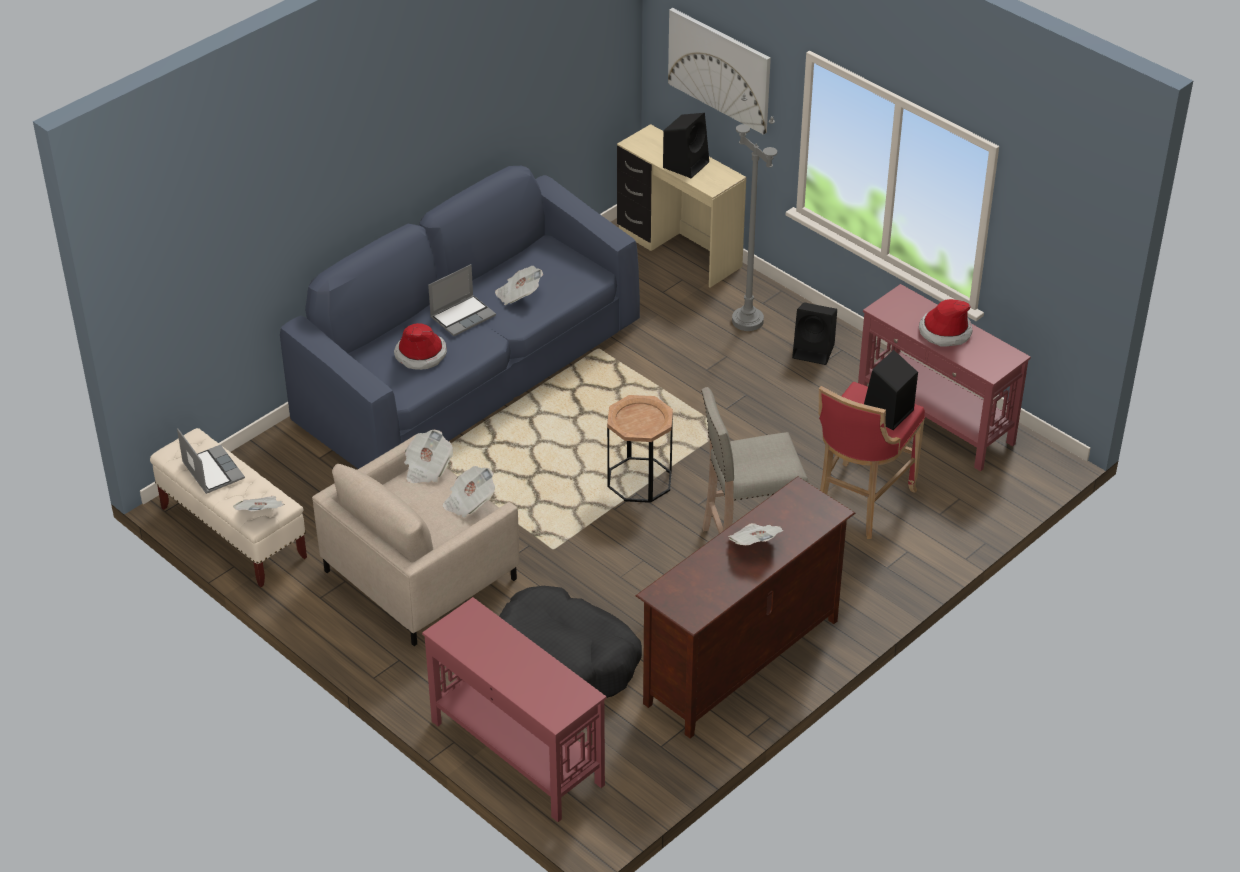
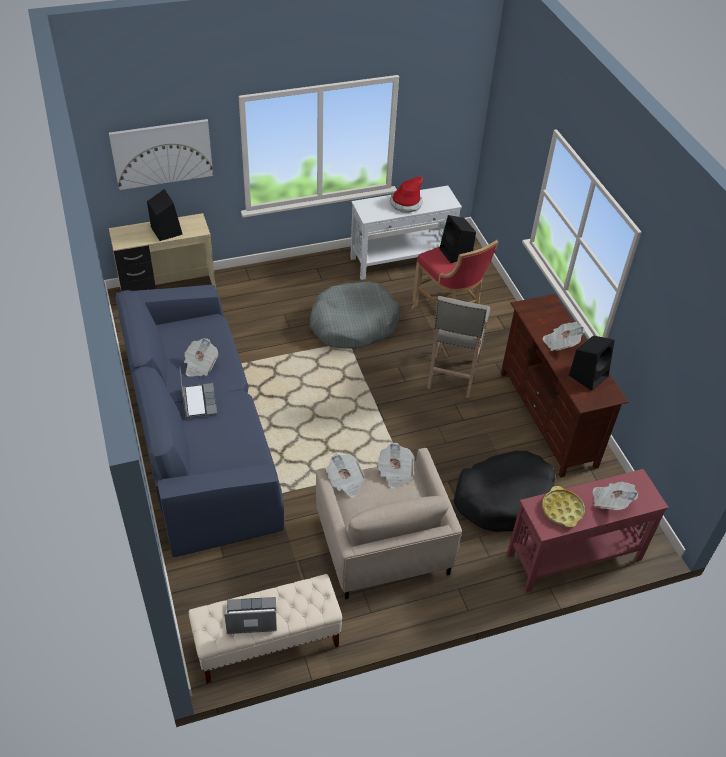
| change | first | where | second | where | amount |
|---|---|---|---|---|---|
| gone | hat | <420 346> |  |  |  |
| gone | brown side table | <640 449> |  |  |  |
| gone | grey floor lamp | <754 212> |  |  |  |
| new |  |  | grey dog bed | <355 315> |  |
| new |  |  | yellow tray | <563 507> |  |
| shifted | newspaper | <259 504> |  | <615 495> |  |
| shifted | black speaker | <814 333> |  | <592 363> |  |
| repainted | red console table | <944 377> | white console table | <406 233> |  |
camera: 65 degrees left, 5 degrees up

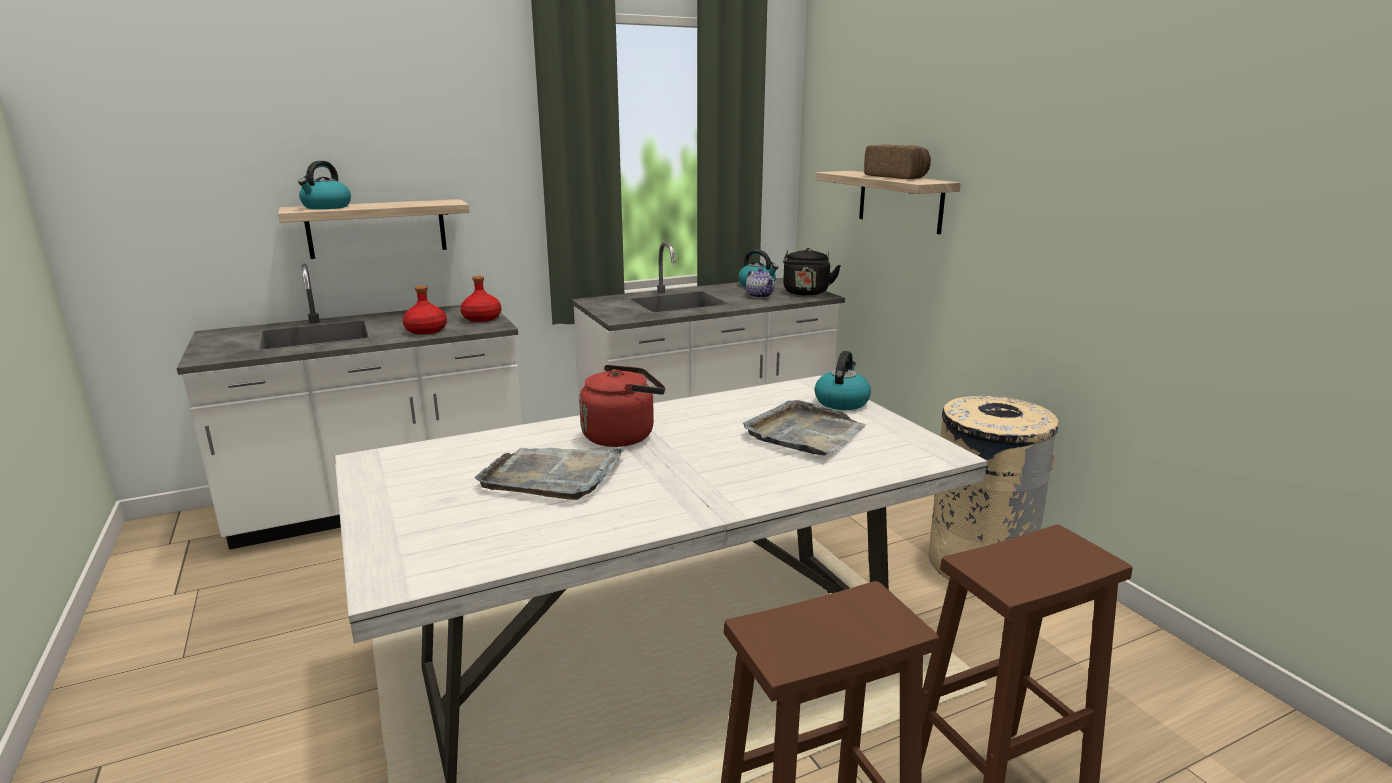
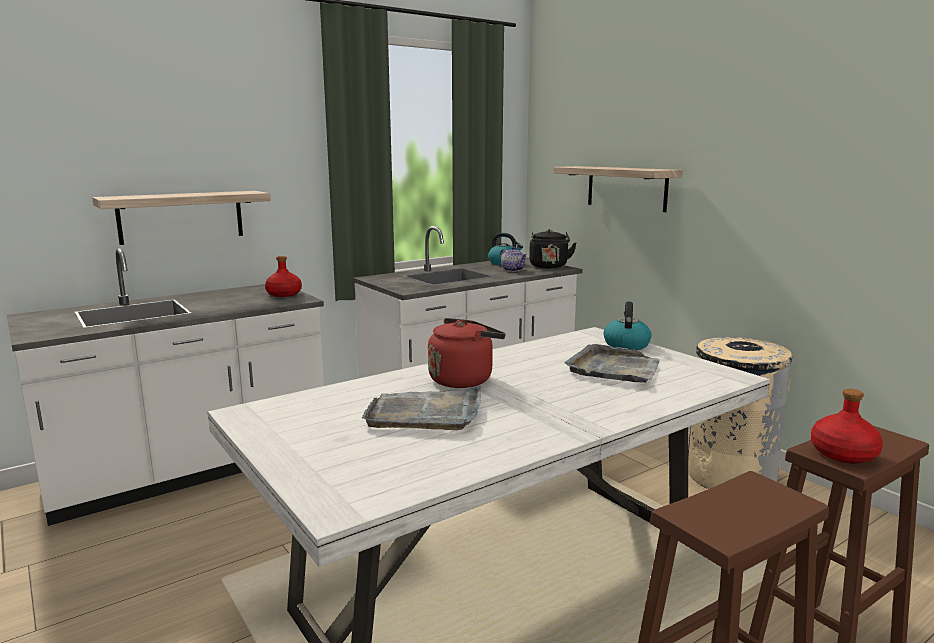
| change | first | where | second | where | amount |
|---|---|---|---|---|---|
| gone | kettle | <324 185> |  |  |  |
| gone | bread | <897 162> |  |  |  |
| shifted | red bottle | <425 310> |  | <847 426> |  |
camera: 10 degrees left, 5 degrees down

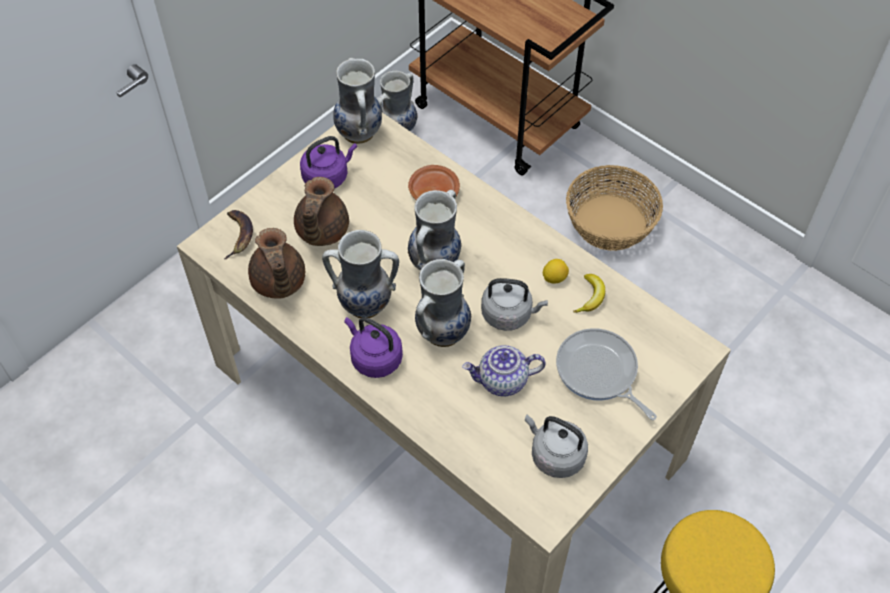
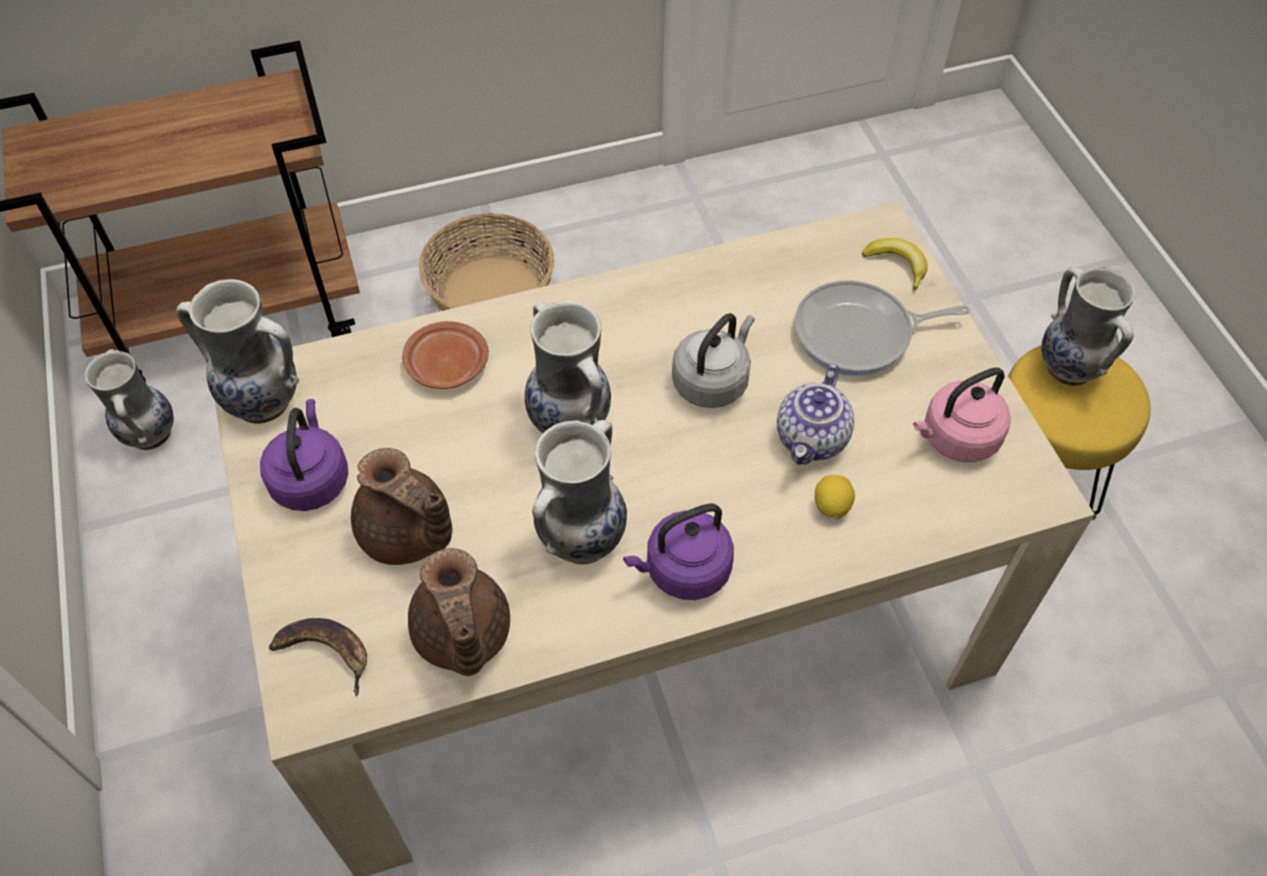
| change | first | where | second | where | amount |
|---|---|---|---|---|---|
| shifted | vase | <443 303> |  | <1088 326> |  |
| shifted | lemon | <556 271> |  | <835 497> |  |
| shifted | banana | <589 293> |  | <895 264> |  |
| repainted | grey kettle | <556 446> | pink kettle | <962 414> |  |
| rotated | brown teapot | <276 263> |  | <459 612> | 60 degrees clockwise |
camera: 60 degrees left, 0 degrees up

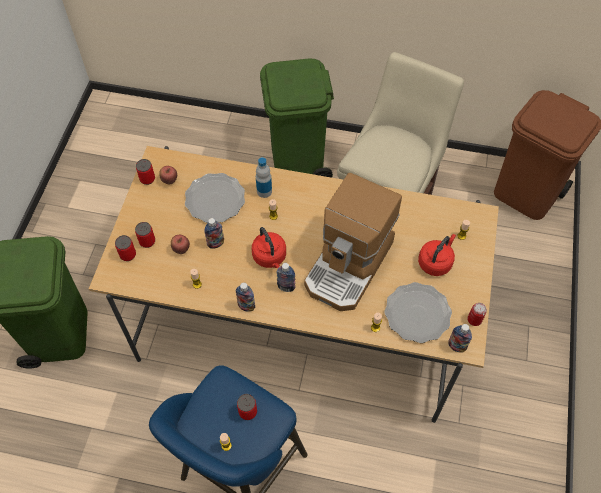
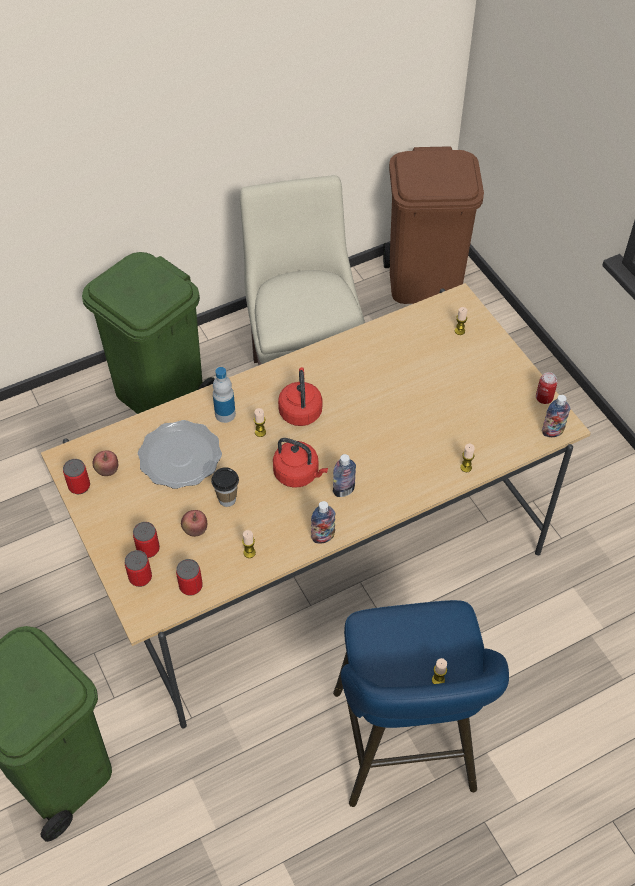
| change | first | where | second | where | amount |
|---|---|---|---|---|---|
| gone | coffee machine | <353 242> |  |  |  |
| gone | plate | <418 312> |  |  |  |
| shifted | can | <247 407> |  | <189 577> |  |
| shifted | red kettle | <437 255> |  | <300 396> |  |
| swapped | bottle | <214 233> | cup | <225 487> |  |
camera: 40 degrees left, 5 degrees down

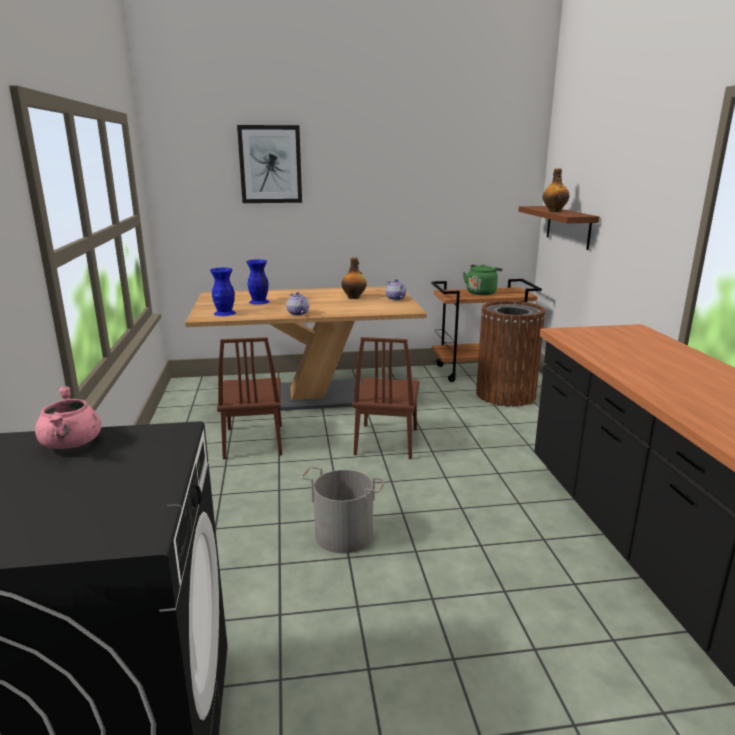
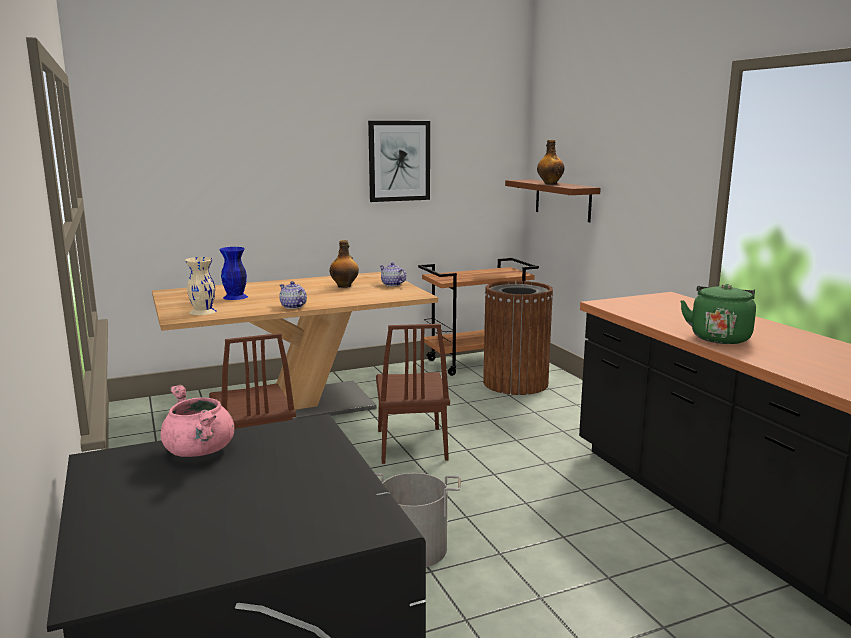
| change | first | where | second | where | amount |
|---|---|---|---|---|---|
| shifted | picture | <269 164> |  | <399 161> |  |
| shifted | green kettle | <483 279> |  | <718 314> |  |
| repainted | blue vase | <223 292> | beige vase | <201 286> |  |
camera: 15 degrees left, 5 degrees down

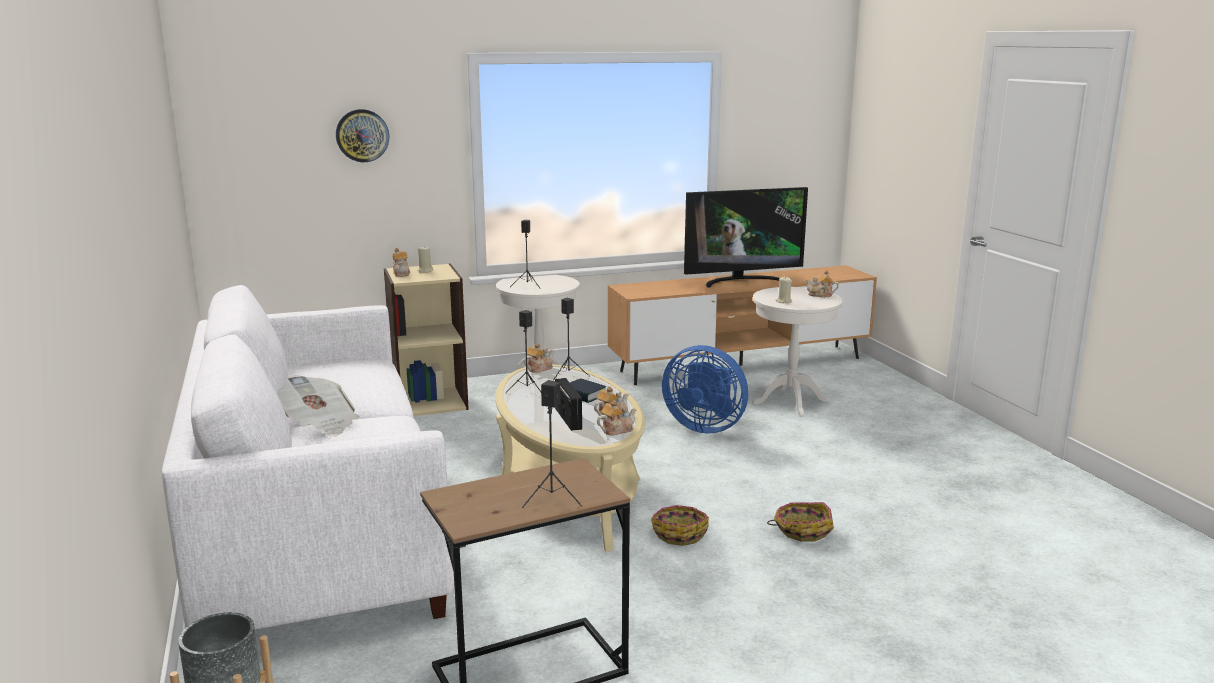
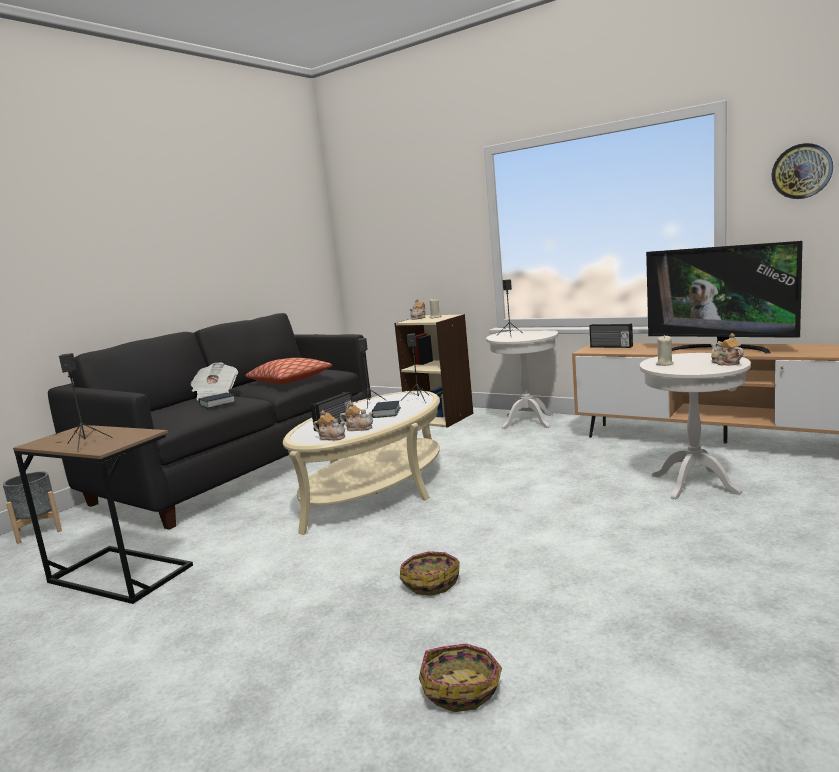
| change | first | where | second | where | amount |
|---|---|---|---|---|---|
| gone | teapot | <539 358> |  |  |  |
| gone | blue fan | <705 389> |  |  |  |
| new |  |  | book | <217 400> |  |
| new |  |  | pillow | <289 371> |  |
| new |  |  | radio | <611 336> |  |
| shifted | wall clock | <362 135> |  | <802 171> |  |
| shifted | basket | <680 525> |  | <460 678> |  |
| repainted | white sofa | <308 457> | black sofa | <209 421> |  |
camera: 55 degrees right, 5 degrees down

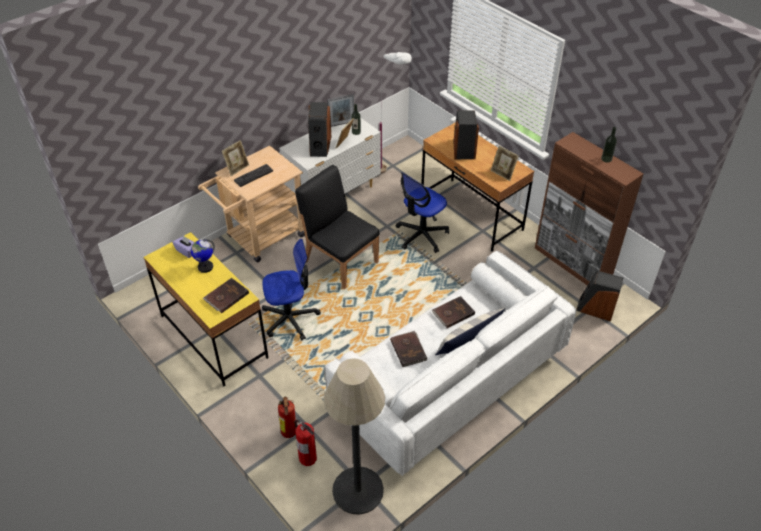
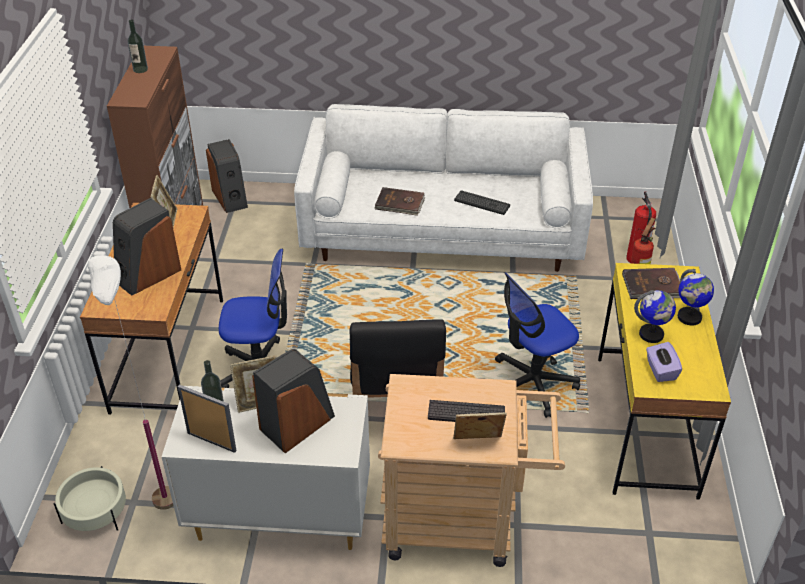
| change | first | where | second | where | amount |
|---|---|---|---|---|---|
| gone | floor lamp | <354 436> |  |  |  |
| gone | pillow | <470 331> |  |  |  |
| new |  |  | beige planter | <90 498> |  |
| new |  |  | globe | <696 297> |  |
| swapped | brown book | <408 349> | keyboard | <482 202> |  |
| rotated | office chair | <291 289> |  | <537 345> | 60 degrees counterclockwise |
camera: 135 degrees left, 5 degrees down

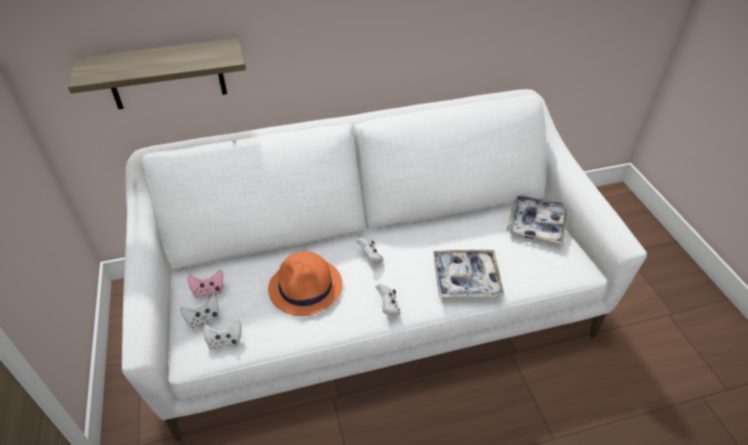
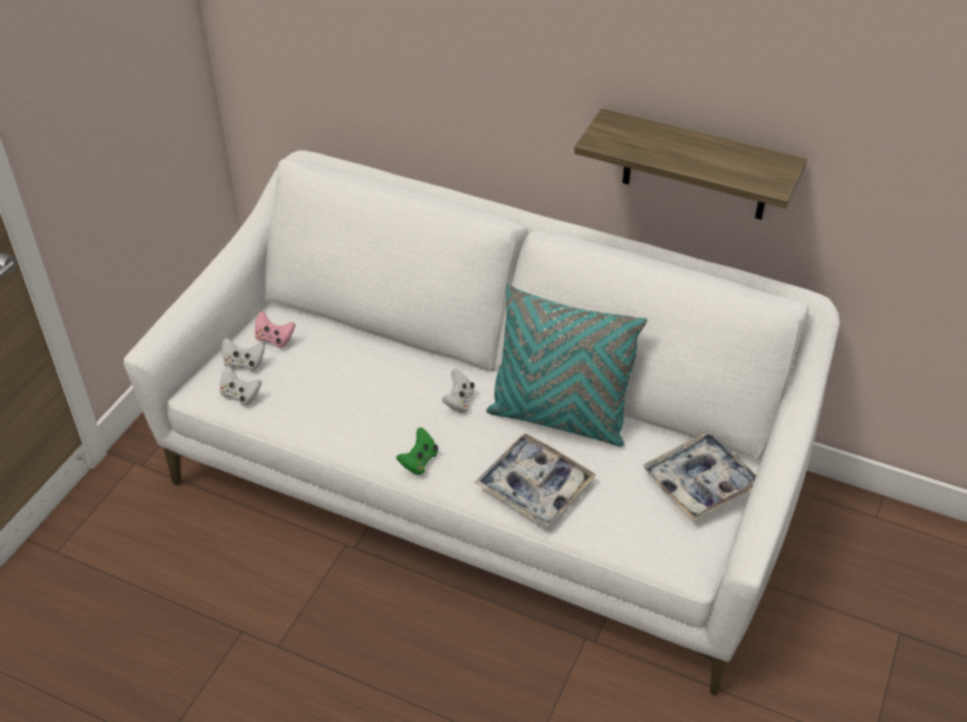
| change | first | where | second | where | amount |
|---|---|---|---|---|---|
| gone | orange hat | <305 283> |  |  |  |
| new |  |  | turquoise pillow | <566 365> |  |
| shifted | shelf | <157 73> |  | <690 164> |  |
| repainted | white game controller | <388 300> | green game controller | <417 451> |  |
camera: 40 degrees right, 0 degrees up

